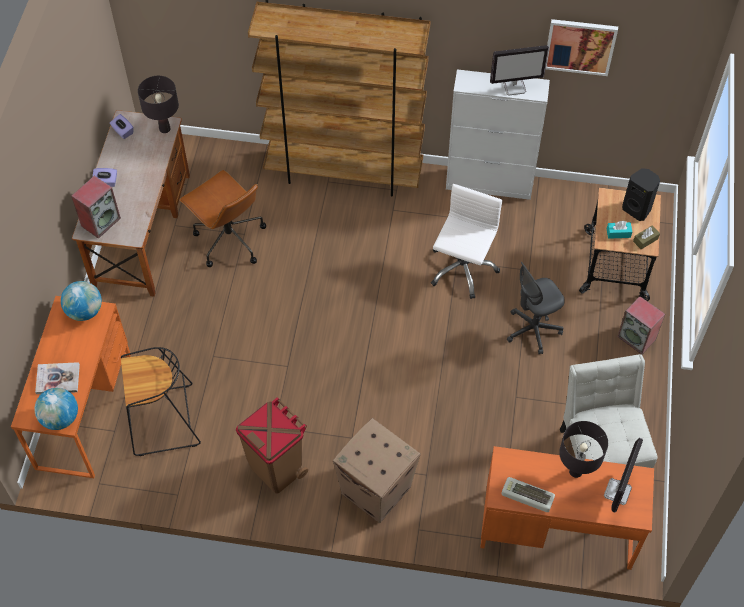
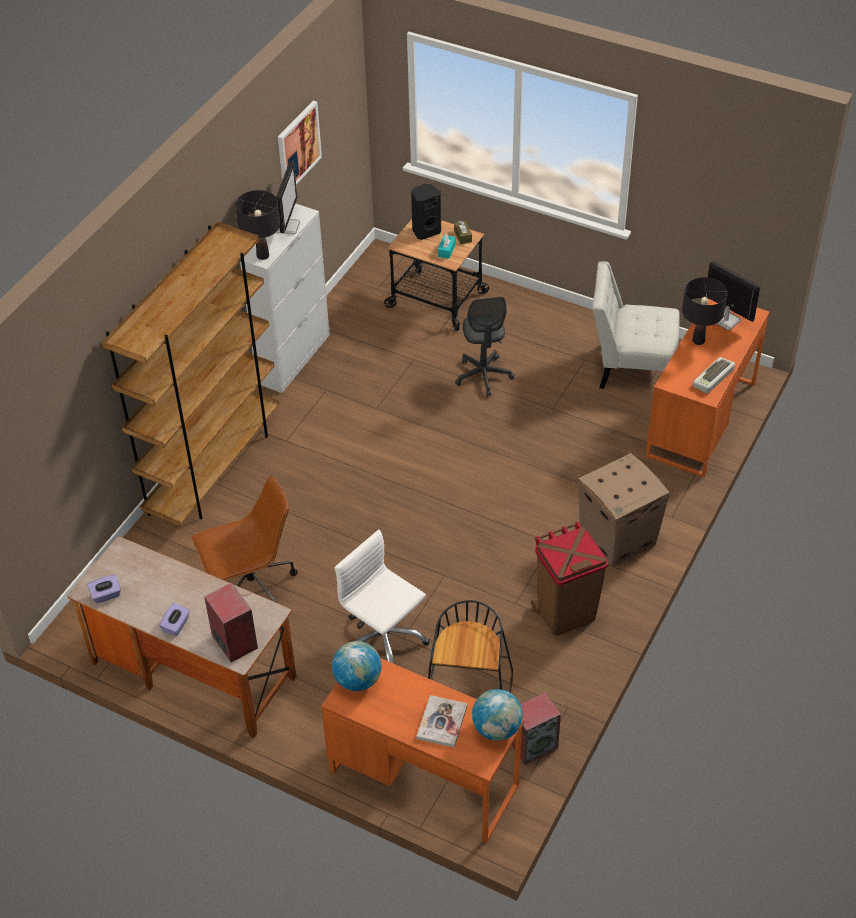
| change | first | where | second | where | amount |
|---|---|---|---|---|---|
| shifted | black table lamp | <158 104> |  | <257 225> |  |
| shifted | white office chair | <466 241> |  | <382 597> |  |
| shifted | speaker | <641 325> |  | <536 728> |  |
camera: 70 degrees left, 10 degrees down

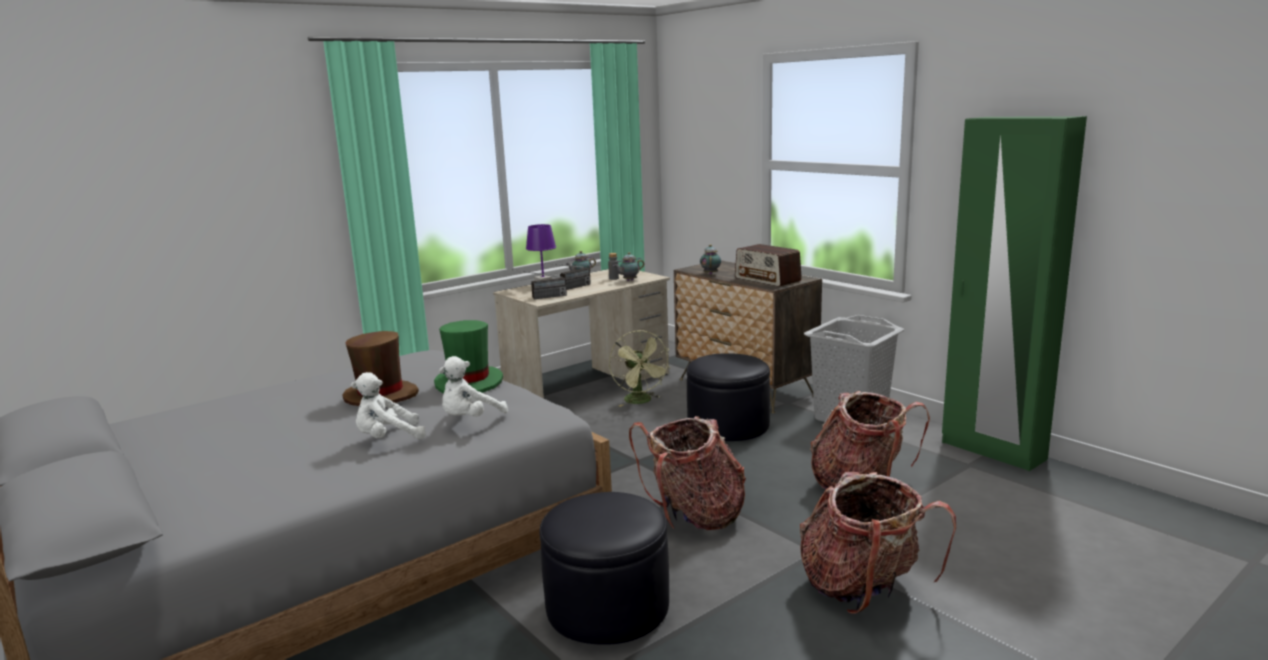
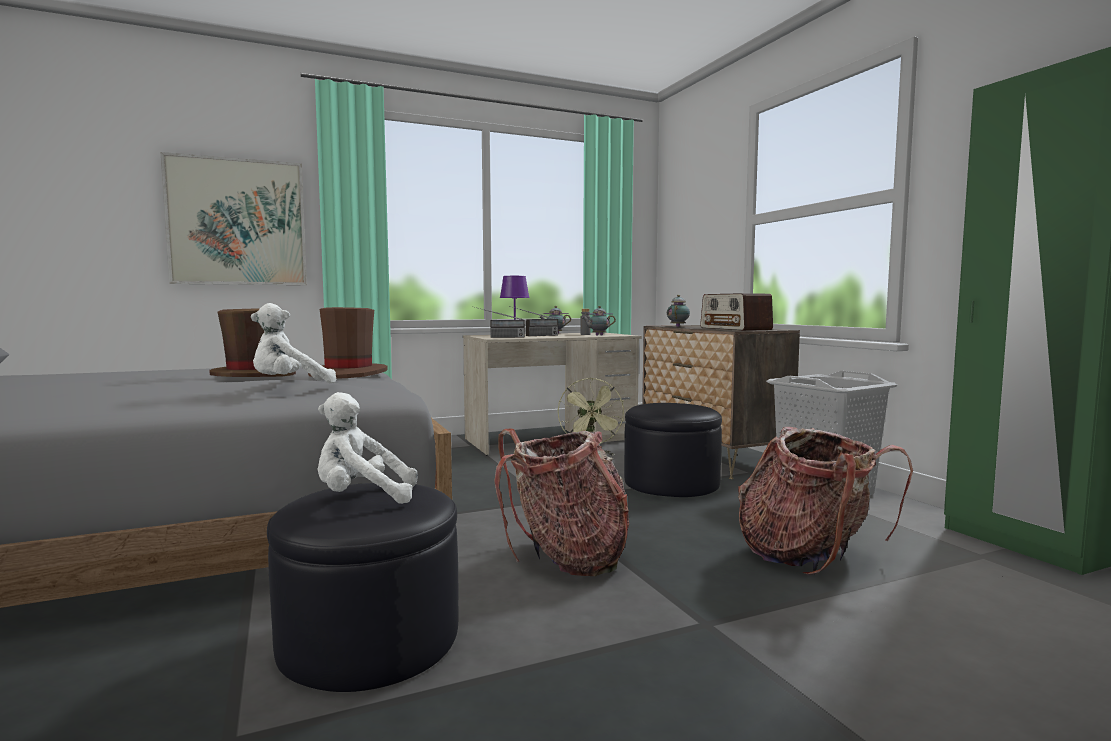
| change | first | where | second | where | amount |
|---|---|---|---|---|---|
| gone | backpack | <878 543> |  |  |  |
| new |  |  | picture | <234 218> |  |
| shifted | white plush toy | <388 406> |  | <367 448> |  |
| repainted | green hat | <468 356> | brown hat | <348 343> |  |
camera: 15 degrees right, 10 degrees down

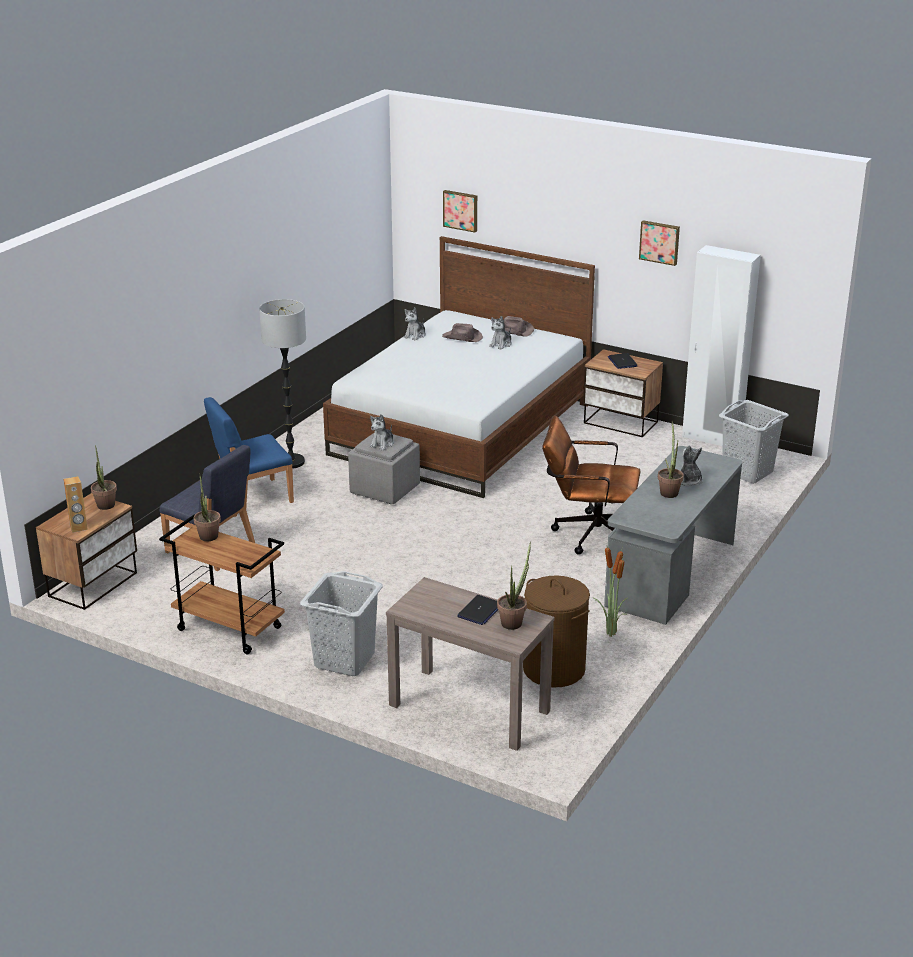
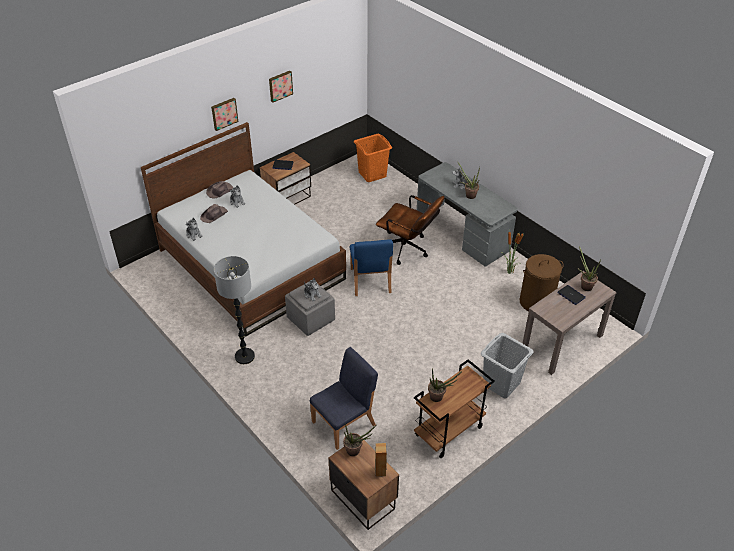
| change | first | where | second | where | amount |
|---|---|---|---|---|---|
| gone | white wardrobe | <721 345> |  |  |  |
| shifted | blue chair | <249 457> |  | <371 267> |  |
| shifted | picture | <460 211> |  | <224 114> |  |
| repainted | grey laundry basket | <754 442> | orange laundry basket | <373 158> |  |
| rotated | brown office chair | <591 485> |  | <410 230> | 90 degrees counterclockwise |
camera: 70 degrees left, 15 degrees up

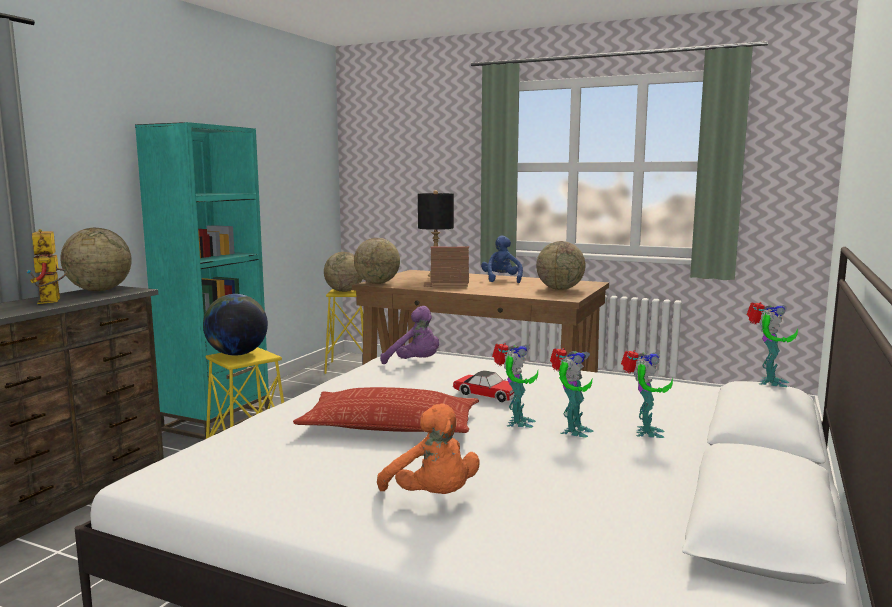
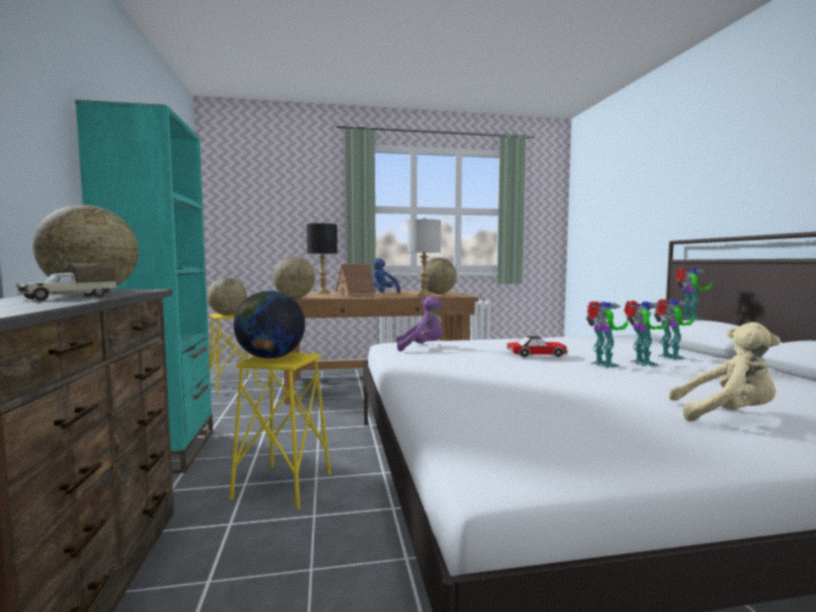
| change | first | where | second | where | amount |
|---|---|---|---|---|---|
| gone | pillow | <386 410> |  |  |  |
| new |  |  | grey table lamp | <424 257> |  |
| swapped | toy robot | <47 266> | toy truck | <66 281> |  |
| repainted | orange plush toy | <428 449> | beige plush toy | <725 371> |  |
camera: 35 degrees left, 5 degrees down

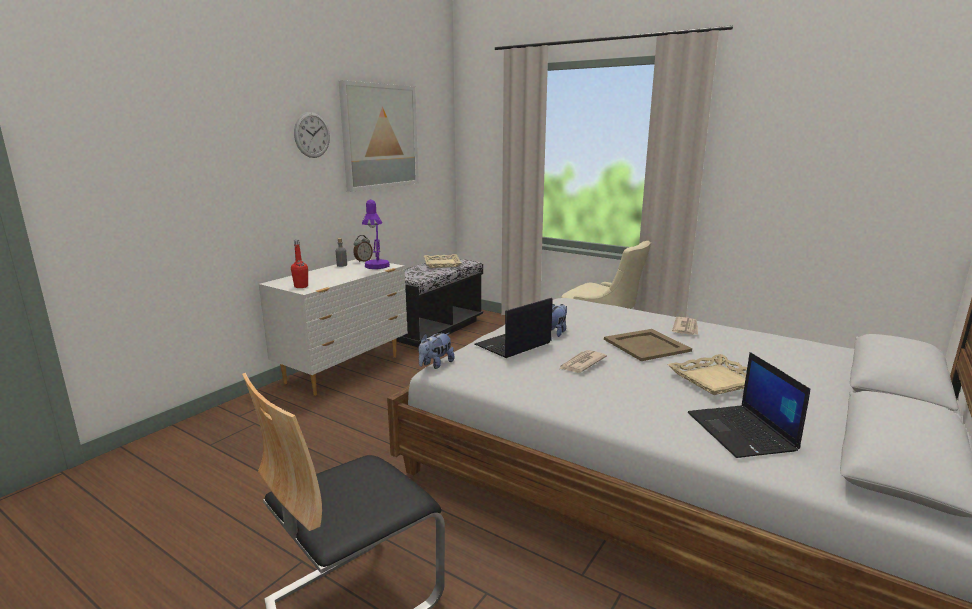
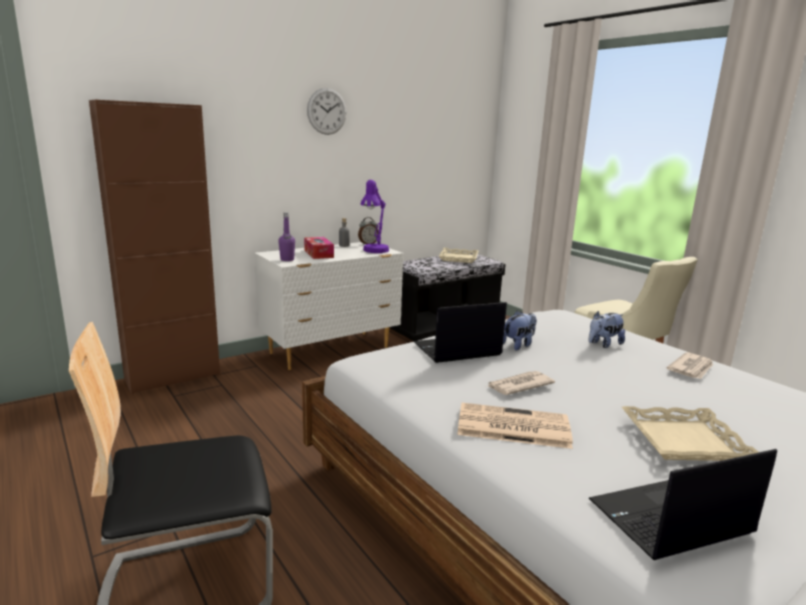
| change | first | where | second | where | amount |
|---|---|---|---|---|---|
| gone | picture | <378 136> |  |  |  |
| gone | beige tray | <648 345> |  |  |  |
| new |  |  | brown cabinet | <154 247> |  |
| new |  |  | tissue box | <319 248> |  |
| new |  |  | newspaper | <515 426> |  |
| shifted | plush toy | <436 351> |  | <606 329> |  |
| repainted | red bottle | <299 264> | purple bottle | <286 236> |  |
| rotated | laptop | <749 405> |  | <683 504> | 60 degrees clockwise |
camera: 20 degrees right, 0 degrees up

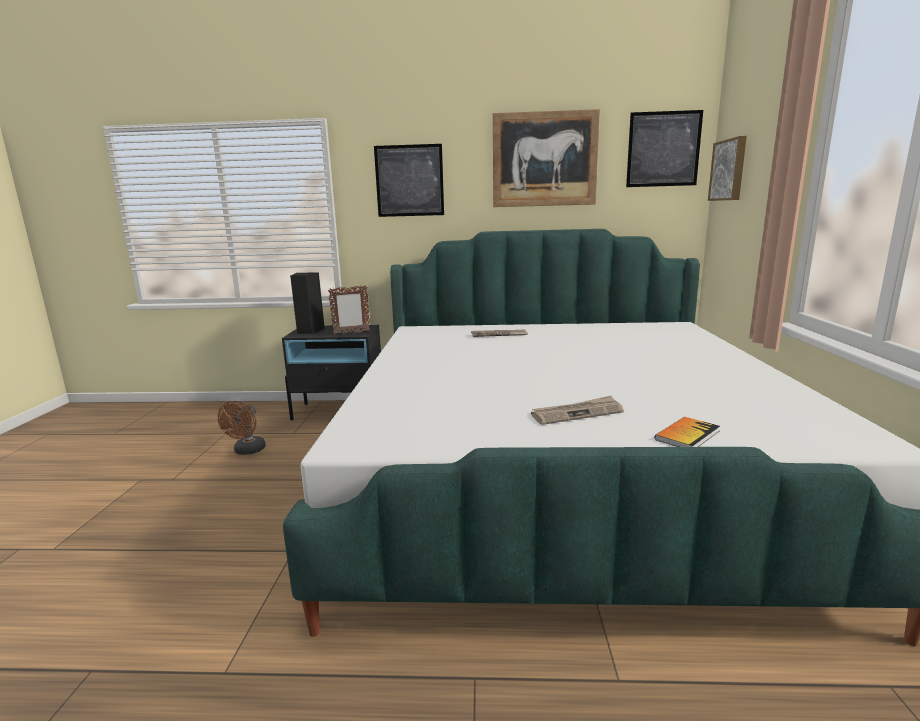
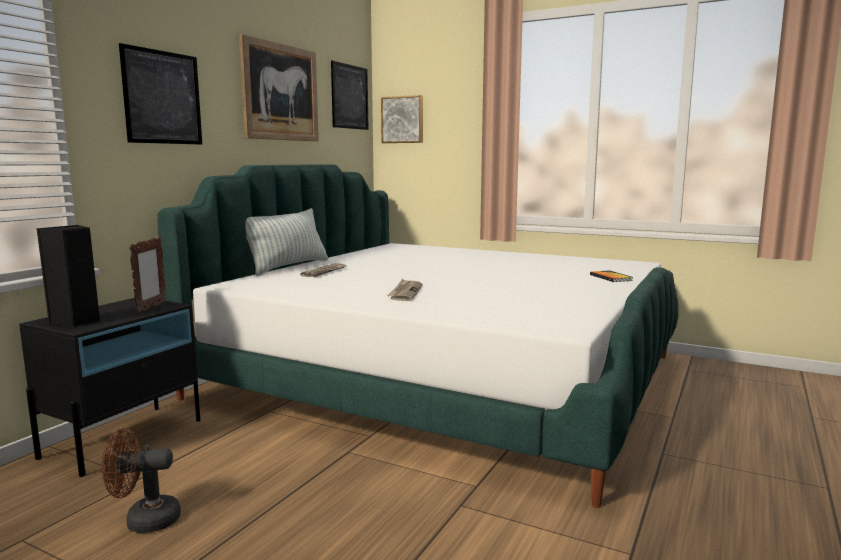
| change | first | where | second | where | amount |
|---|---|---|---|---|---|
| new |  |  | pillow | <286 242> |  |
| shifted | newspaper | <577 410> |  | <405 290> |  |
| rotated | brown fan | <242 428> |  | <141 480> | 135 degrees clockwise |
camera: 65 degrees left, 5 degrees down

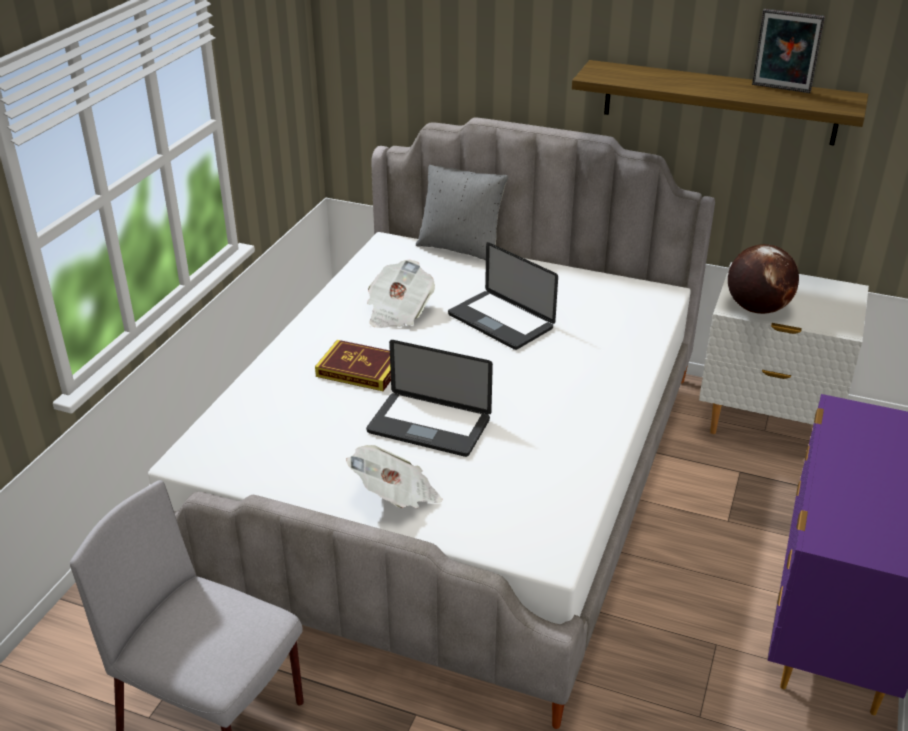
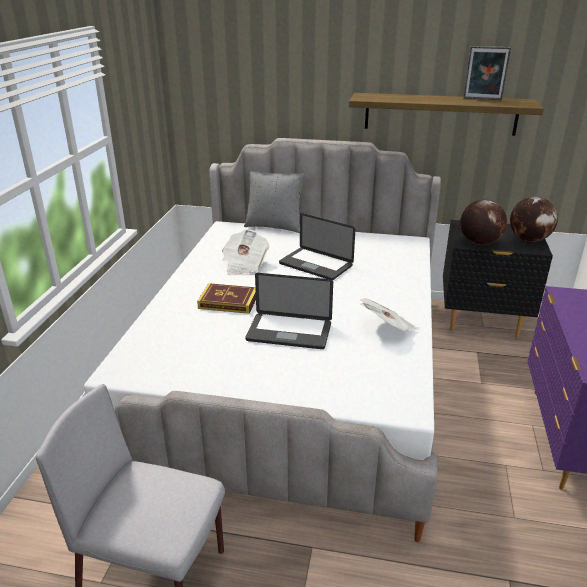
| change | first | where | second | where | amount |
|---|---|---|---|---|---|
| new |  |  | globe | <534 219> |  |
| shifted | newspaper | <394 476> |  | <390 315> |  |
| repainted | white nightstand | <784 348> | black nightstand | <498 279> |  |
camera: 10 degrees left, 5 degrees down

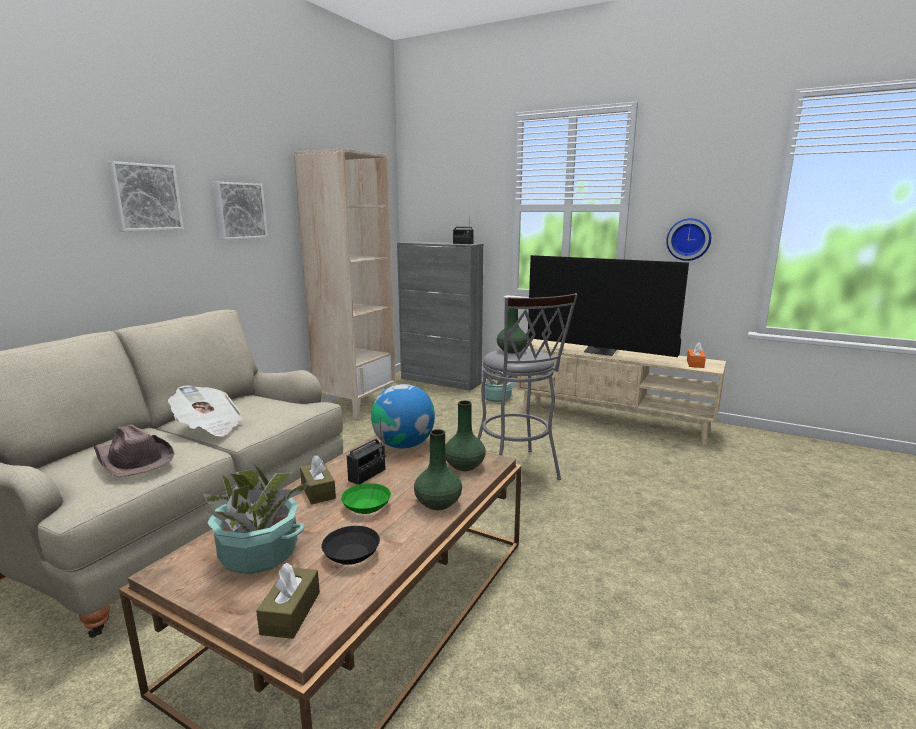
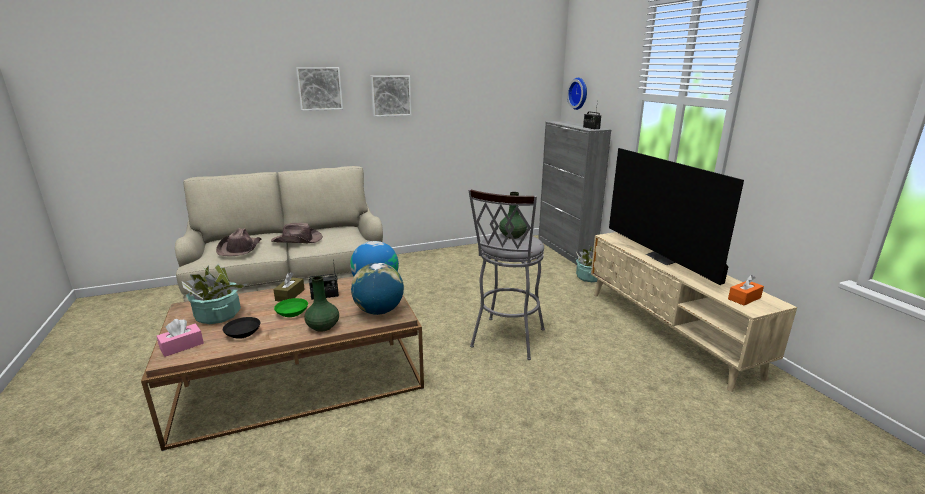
| change | first | where | second | where | amount |
|---|---|---|---|---|---|
| gone | beige bookcase | <345 283> |  |  |  |
| shifted | wall clock | <688 239> |  | <577 94> |  |
| swapped | newspaper | <206 410> | brown hat | <297 233> |  |
| swapped | green vase | <465 435> | globe | <377 289> |  |
| repainted | brown tissue box | <288 601> | pink tissue box | <180 338> |  |
camera: 40 degrees right, 5 degrees up

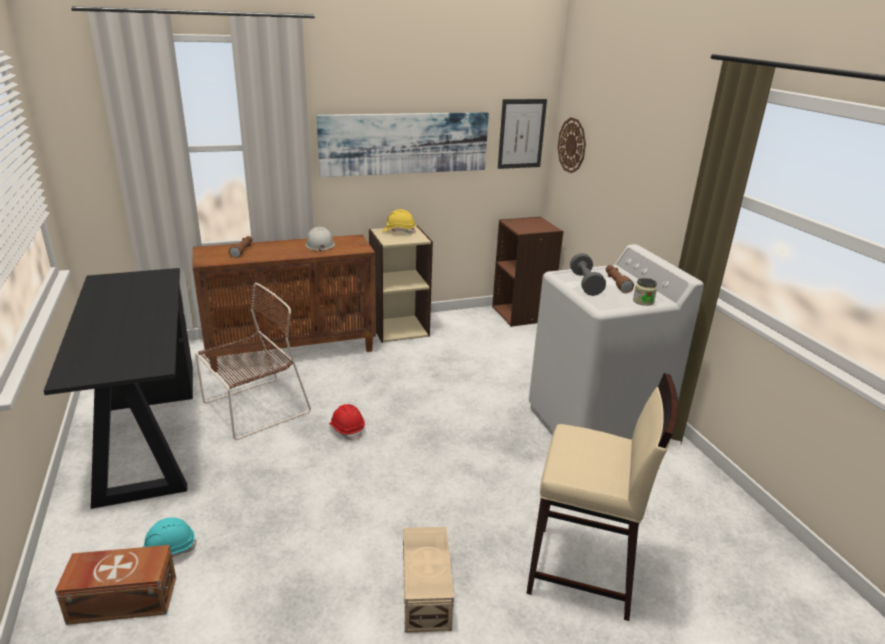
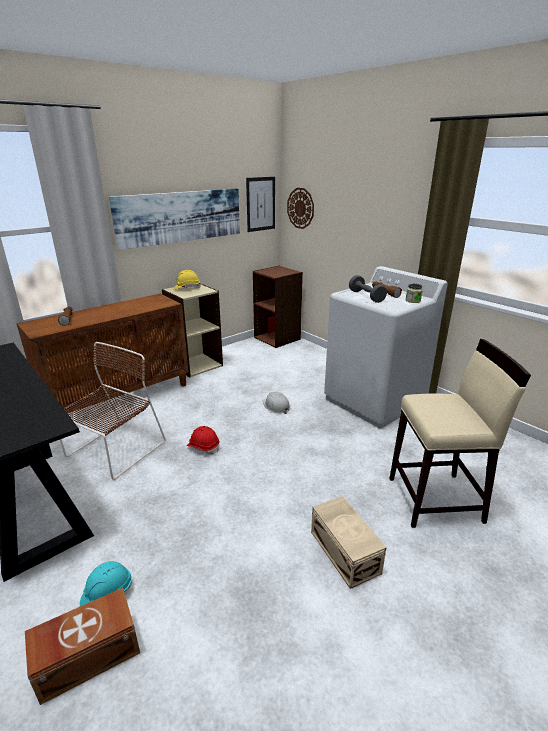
| change | first | where | second | where | amount |
|---|---|---|---|---|---|
| shifted | white hard hat | <320 239> |  | <276 403> |  |
camera: 20 degrees left, 0 degrees up

